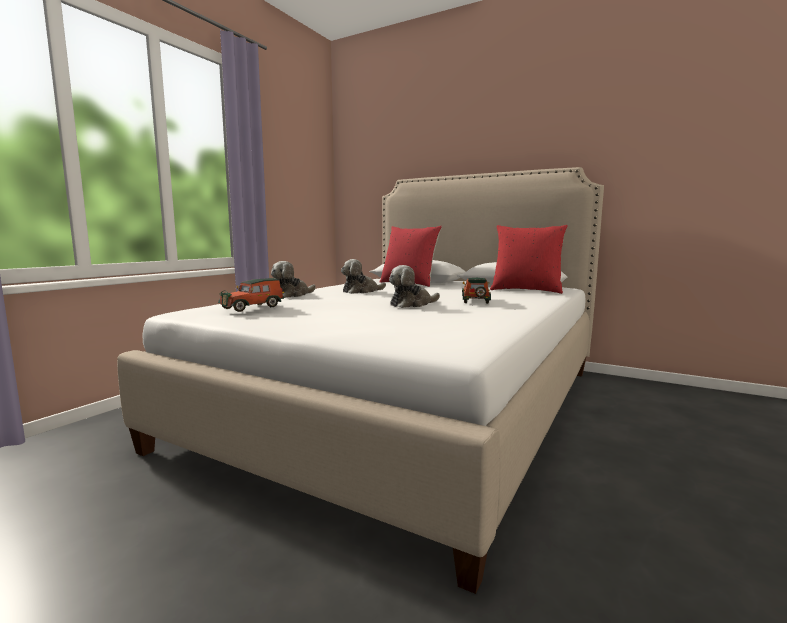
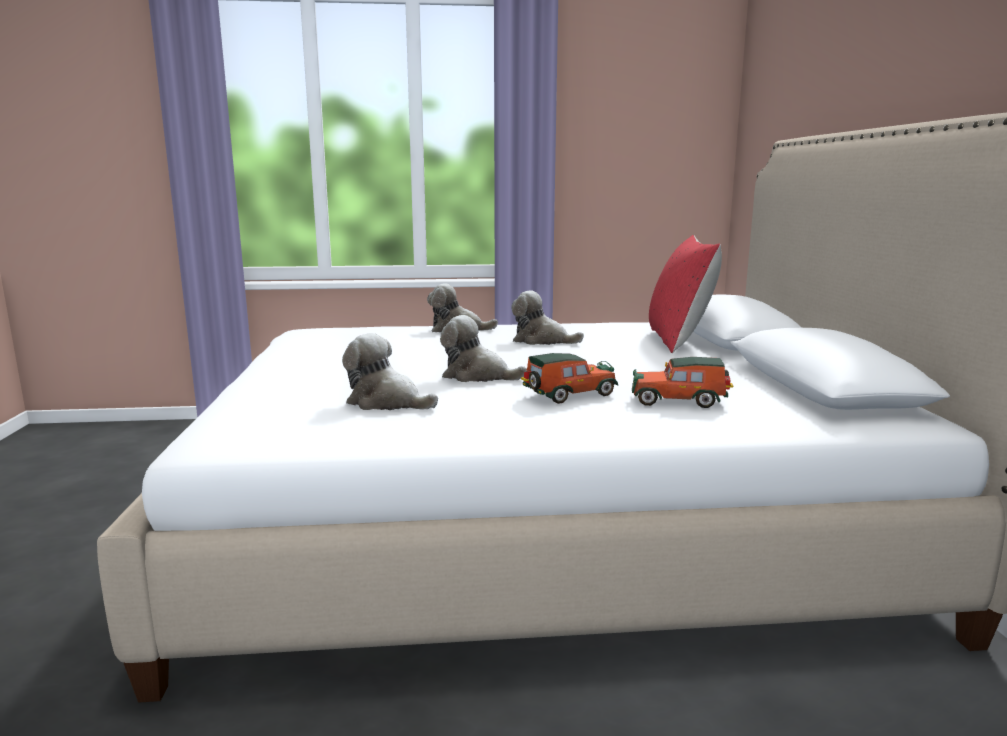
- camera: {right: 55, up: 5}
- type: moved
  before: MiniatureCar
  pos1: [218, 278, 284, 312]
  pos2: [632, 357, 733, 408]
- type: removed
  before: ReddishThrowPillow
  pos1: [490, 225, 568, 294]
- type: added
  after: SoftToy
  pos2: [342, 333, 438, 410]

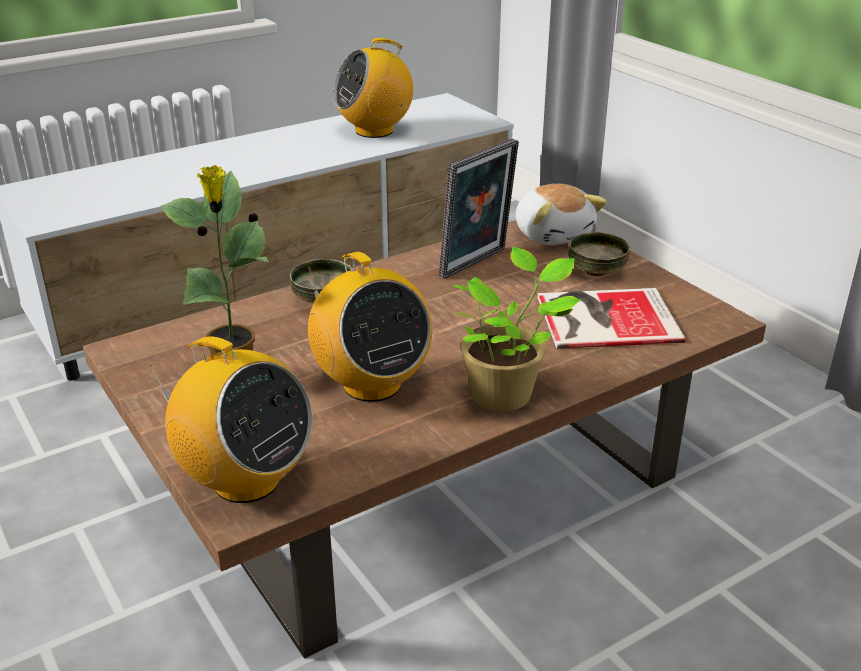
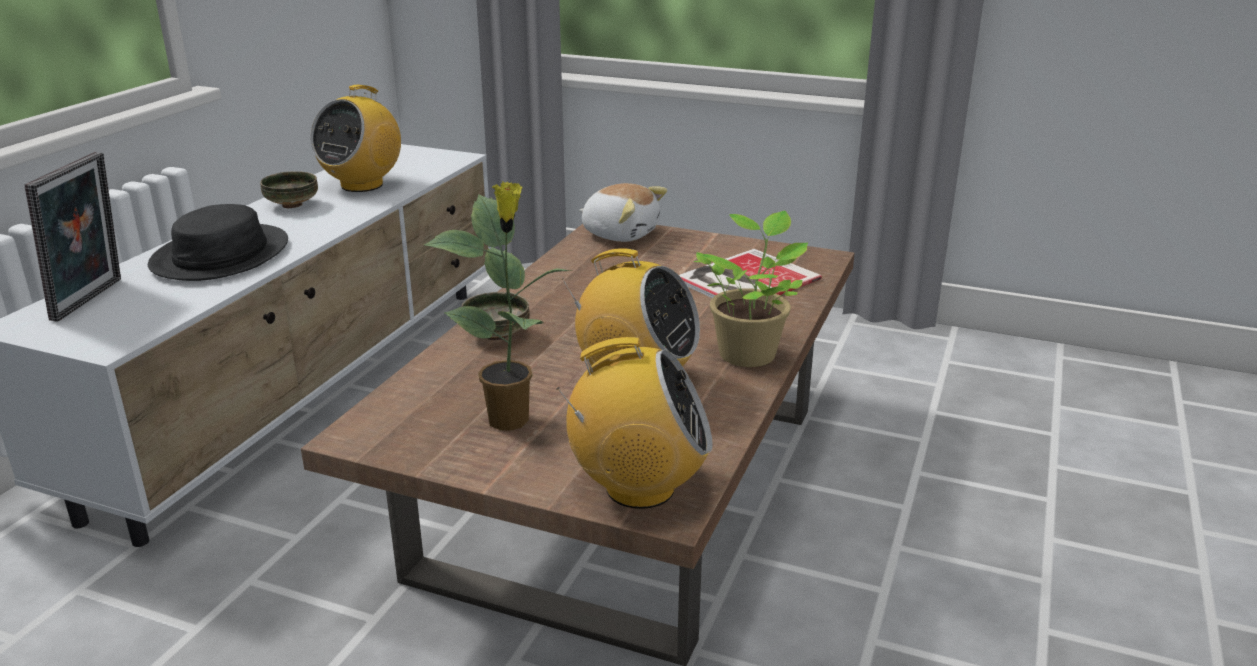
- camera: {right: -35, up: -5}
- type: moved
  before: StandingFrame
  pos1: [439, 138, 519, 279]
  pos2: [25, 152, 121, 322]
- type: moved
  before: Bowl
  pos1: [568, 232, 630, 276]
  pos2: [260, 171, 318, 208]
- type: added
  after: BlackClothingHat
  pos2: [148, 204, 288, 281]

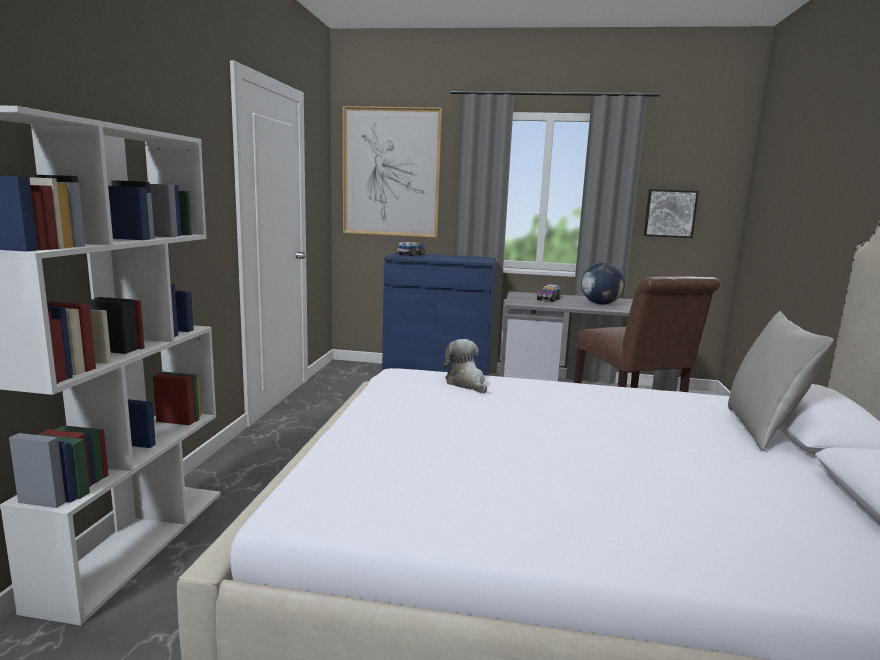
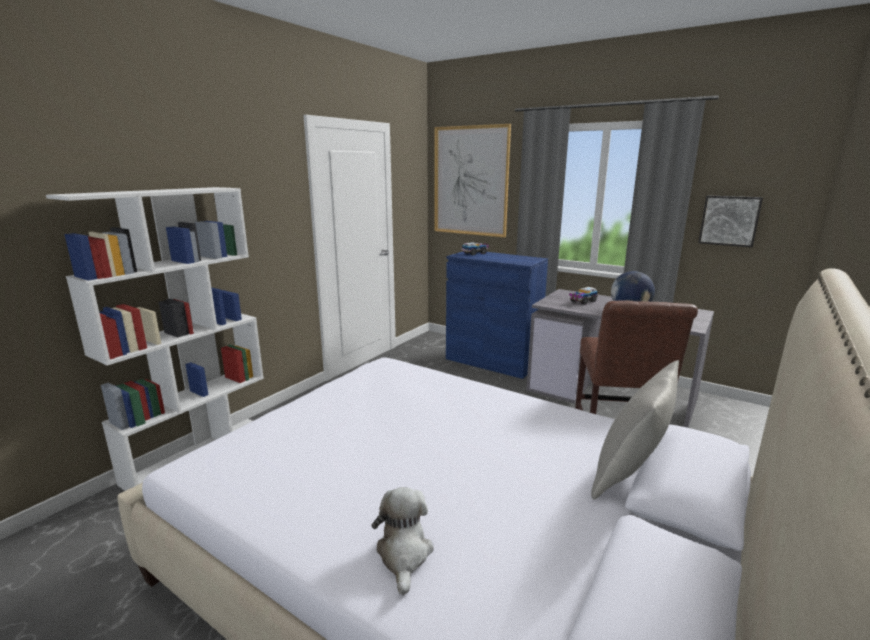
- camera: {right: 25, up: 5}
- type: moved
  before: SoftToy
  pos1: [443, 339, 487, 393]
  pos2: [371, 487, 434, 595]

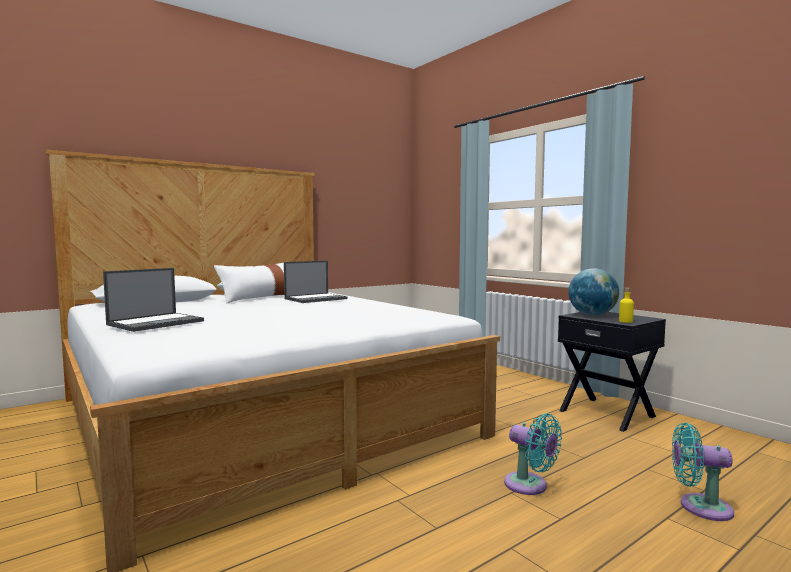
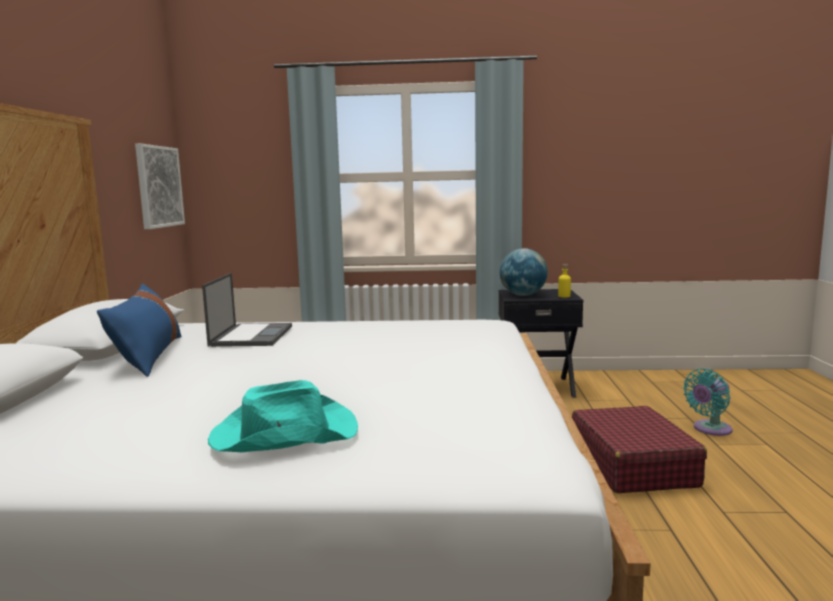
- camera: {right: -50, up: 5}
- type: replaced
  before: PortableComputer
  after: TurquoiseColouredClothingHat
  pos1: [103, 268, 204, 332]
  pos2: [208, 380, 358, 452]
- type: recoloured
  before: WhiteThrowPillow
  after: BluishThrowPillow
  pos1: [214, 263, 284, 303]
  pos2: [97, 284, 181, 377]
- type: replaced
  before: TurquoiseColouredElectricFan
  after: ReddishPieceOfLuggage
  pos1: [504, 413, 562, 495]
  pos2: [572, 406, 707, 493]
- type: added
  after: WallPicture
  pos2: [135, 144, 185, 229]

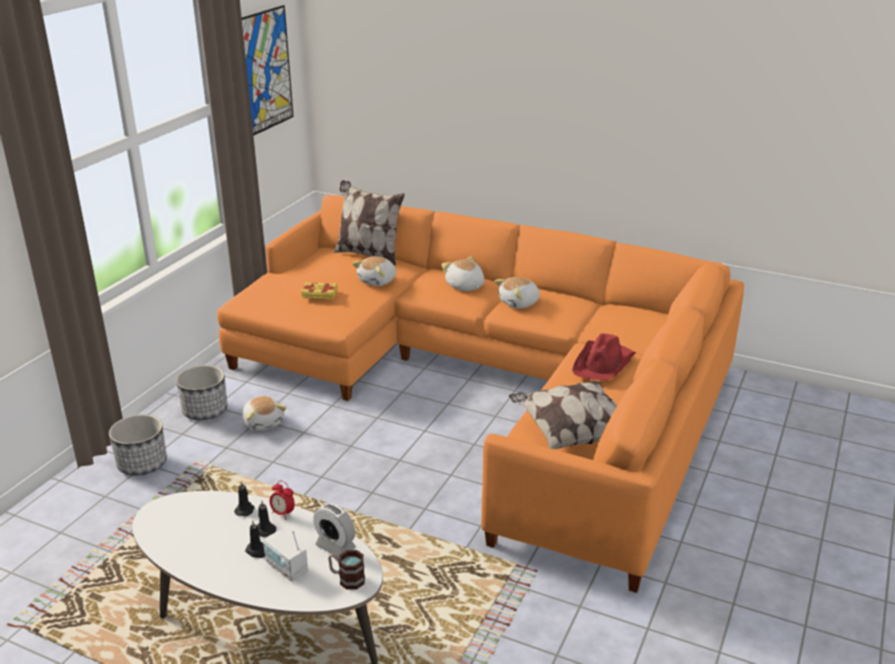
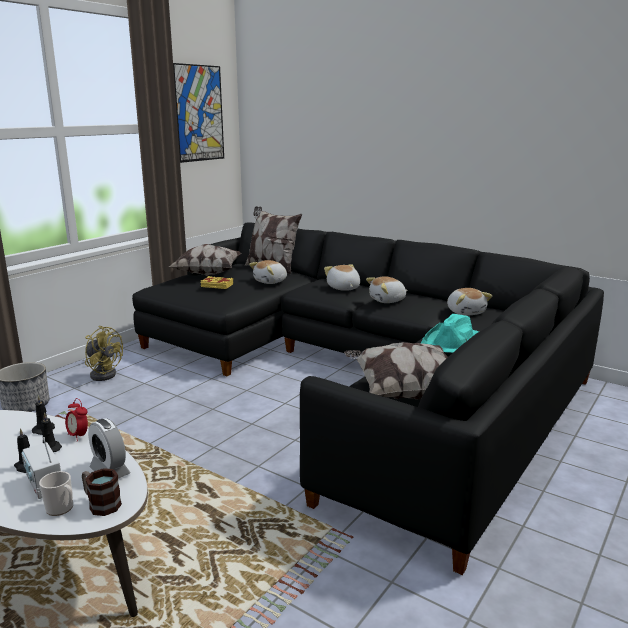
- camera: {right: 10, up: -10}
- type: replaced
  before: FlowerPot
  after: YellowColouredElectricFan
  pos1: [176, 365, 227, 420]
  pos2: [85, 326, 123, 381]
- type: recoloured
  before: OrangeSofa
  after: BlackSofa
  pos1: [217, 195, 744, 593]
  pos2: [132, 222, 604, 575]
- type: moved
  before: SoftToy
  pos1: [242, 396, 286, 431]
  pos2: [447, 288, 492, 316]
- type: recoloured
  before: ReddishClothingHat
  after: TurquoiseColouredClothingHat
  pos1: [572, 333, 636, 380]
  pos2: [421, 314, 479, 353]
- type: added
  after: TeaMug
  pos2: [39, 471, 73, 516]
- type: added
  after: ThrowPillow
  pos2: [169, 244, 242, 276]

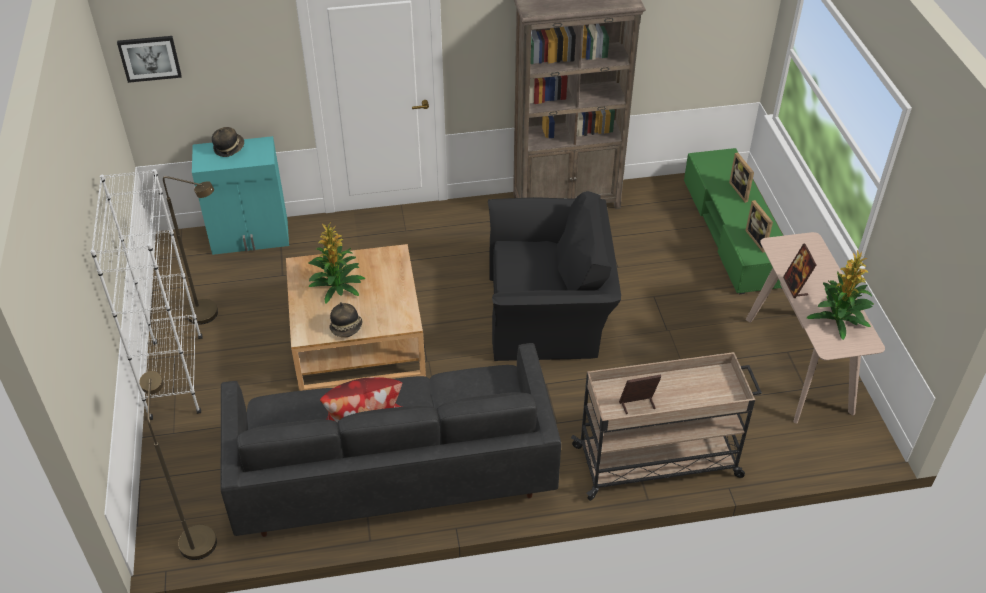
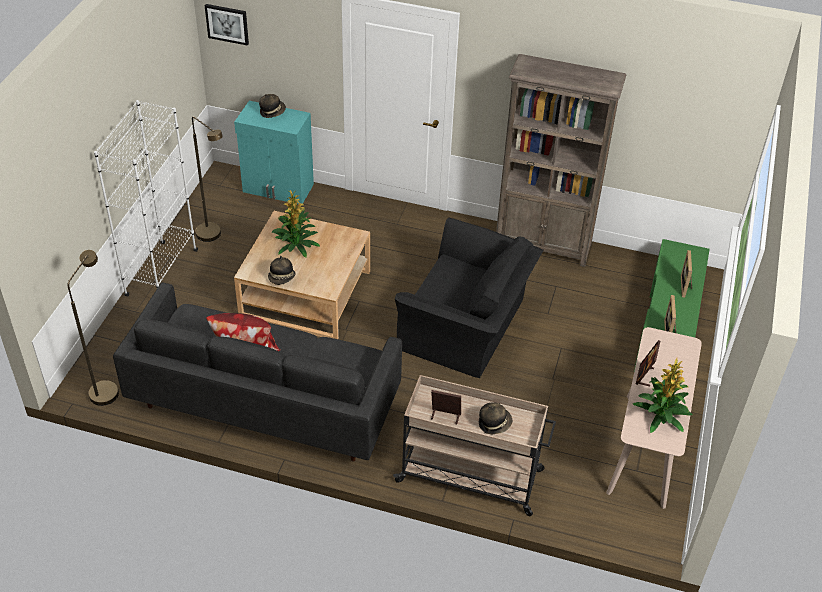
- camera: {right: 25, up: 0}
- type: added
  after: ClothingHat
  pos2: [479, 402, 512, 434]

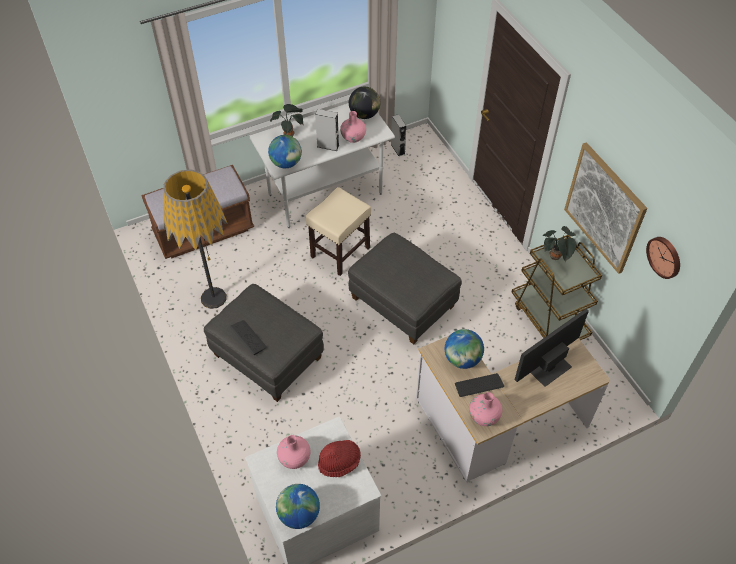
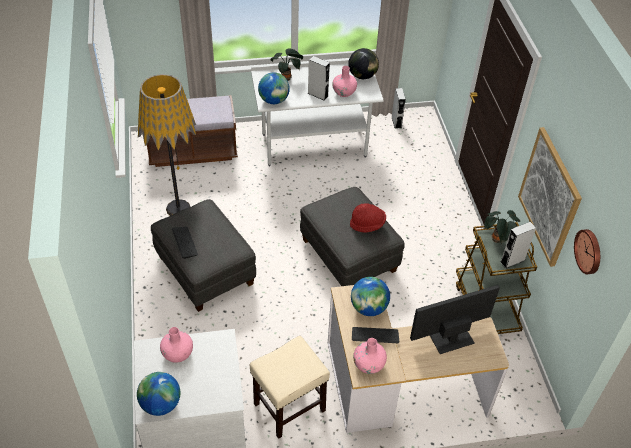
- camera: {right: 15, up: -5}
- type: moved
  before: SandColouredStoolSeat
  pos1: [305, 187, 371, 276]
  pos2: [250, 336, 330, 439]
- type: moved
  before: ReddishClothingHat
  pos1: [318, 440, 361, 477]
  pos2: [350, 203, 386, 233]
- type: added
  after: GraySpeaker
  pos2: [500, 222, 536, 269]

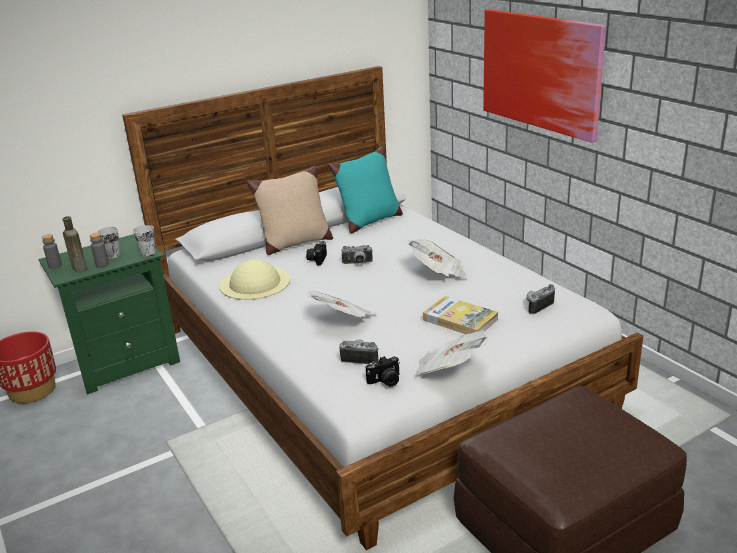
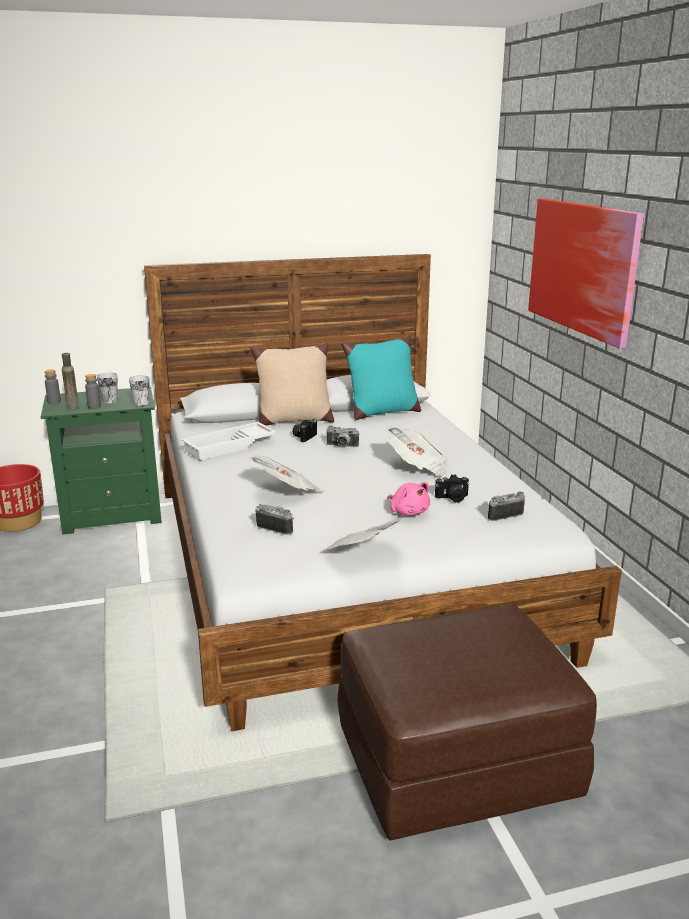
- camera: {right: 15, up: -5}
- type: replaced
  before: SandColouredClothingHat
  after: WhiteTray
  pos1: [219, 259, 290, 300]
  pos2: [181, 422, 276, 461]
- type: moved
  before: PhotoCamera
  pos1: [366, 356, 400, 387]
  pos2: [435, 474, 469, 503]
- type: replaced
  before: Book
  after: PinkColouredSoftToy
  pos1: [423, 296, 498, 334]
  pos2: [387, 482, 430, 516]

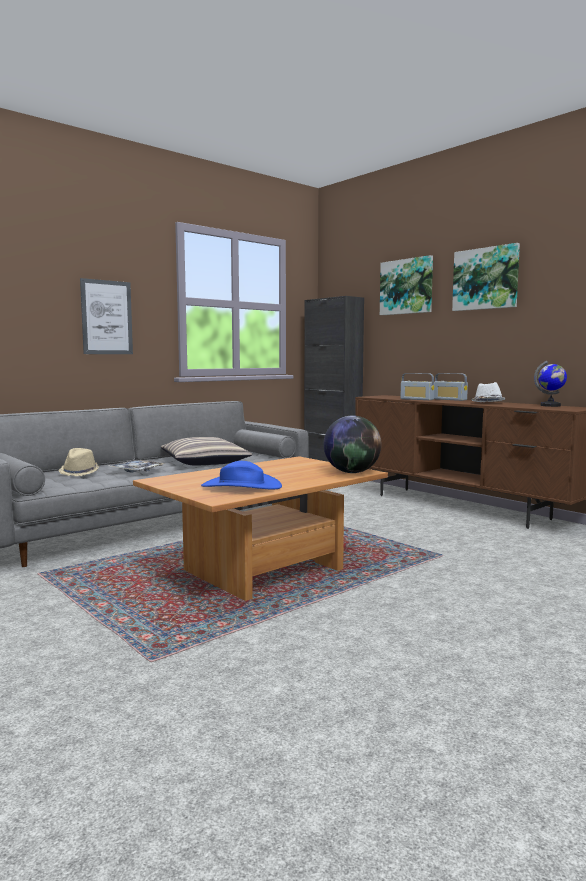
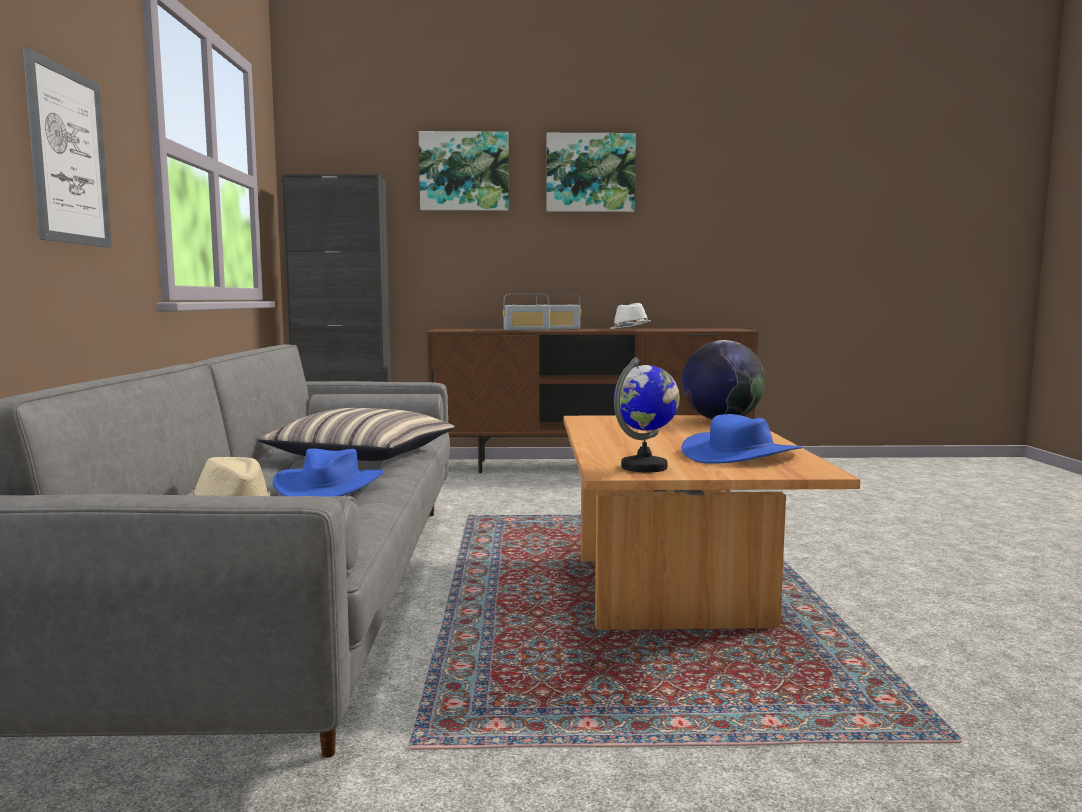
- camera: {right: -50, up: 0}
- type: replaced
  before: Tray
  after: BluishClothingHat
  pos1: [109, 460, 166, 472]
  pos2: [273, 448, 384, 496]
- type: moved
  before: WorldGlobe
  pos1: [534, 361, 567, 407]
  pos2: [614, 357, 680, 472]

